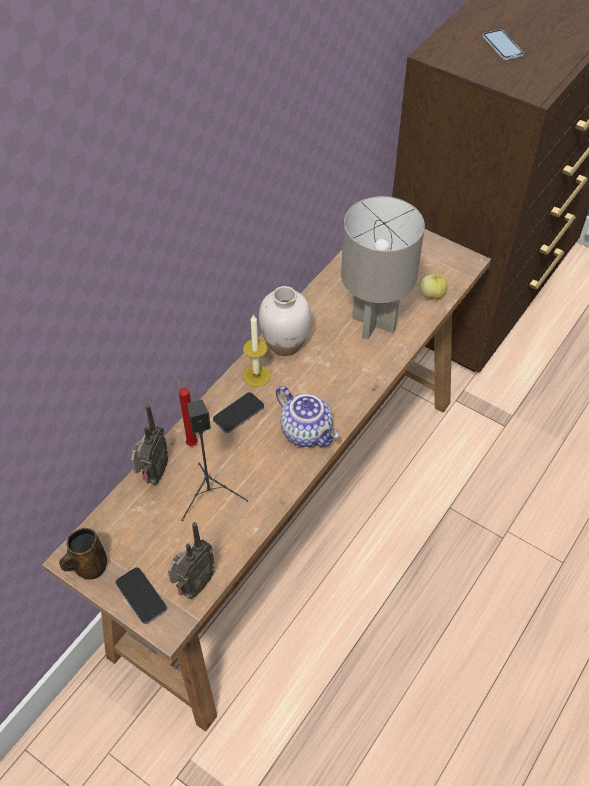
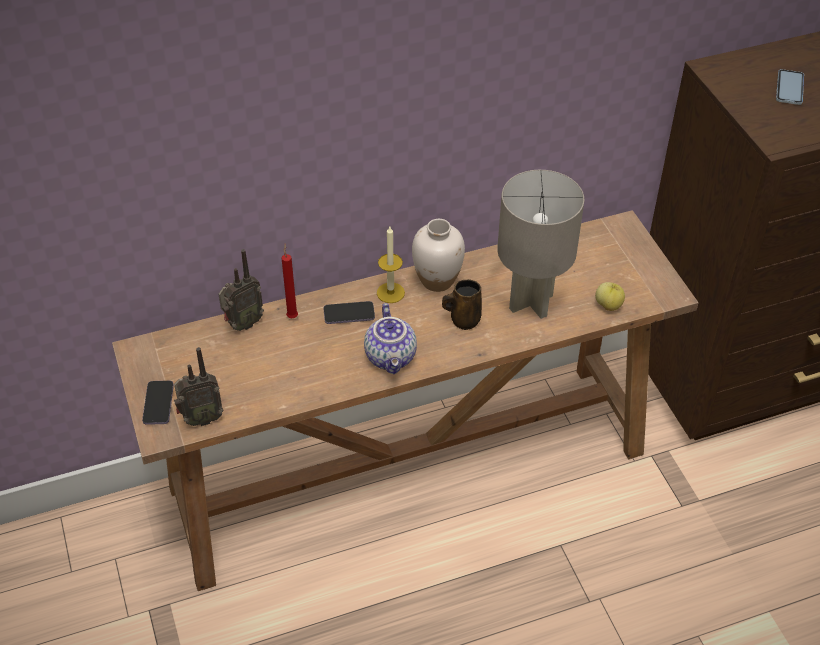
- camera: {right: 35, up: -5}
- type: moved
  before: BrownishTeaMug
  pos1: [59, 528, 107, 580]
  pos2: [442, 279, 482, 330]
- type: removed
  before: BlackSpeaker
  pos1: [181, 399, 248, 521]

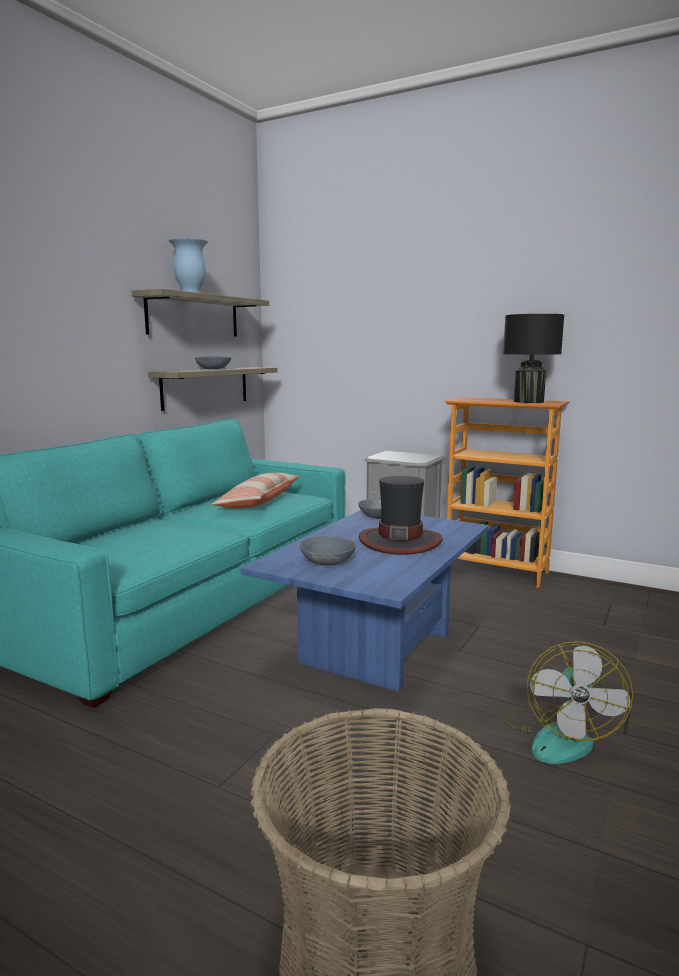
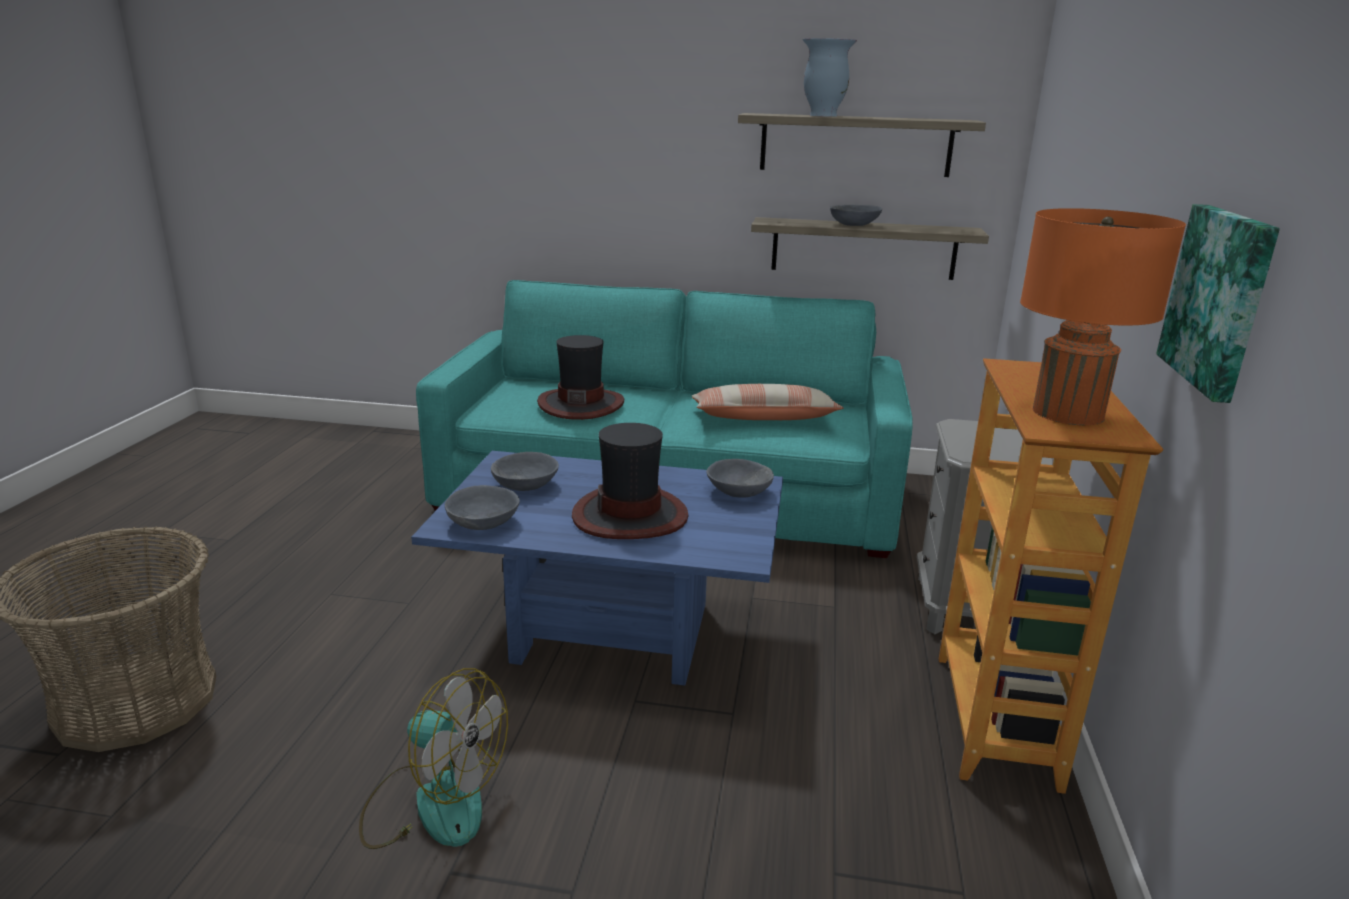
- camera: {right: 70, up: 10}
- type: recoloured
  before: BlackTableLamp
  after: OrangeTableLamp
  pos1: [503, 314, 564, 403]
  pos2: [1020, 208, 1186, 425]
- type: turned
  before: ElectricFan
  pos1: [504, 641, 633, 764]
  pos2: [359, 668, 508, 849]
  turn: -150
- type: added
  after: GrayBowl
  pos2: [445, 485, 520, 530]
- type: added
  after: ClothingHat
  pos2: [537, 335, 624, 420]
- type: added
  after: WallPicture
  pos2: [1156, 204, 1280, 403]

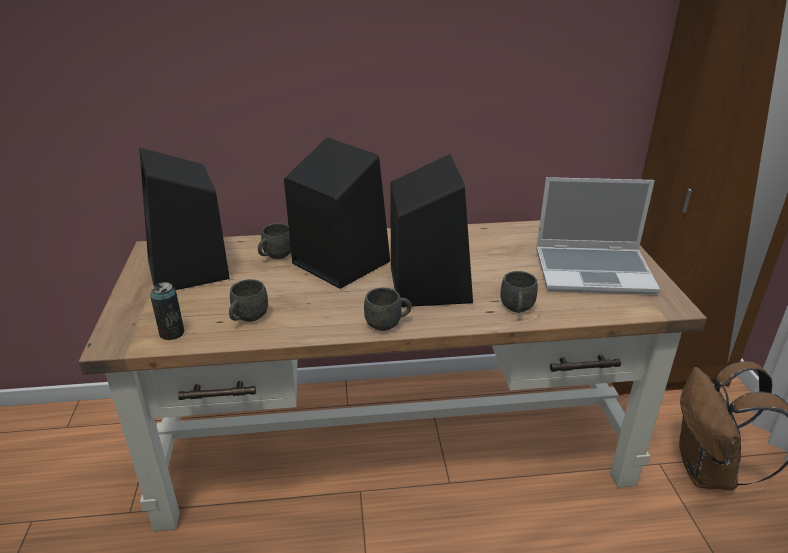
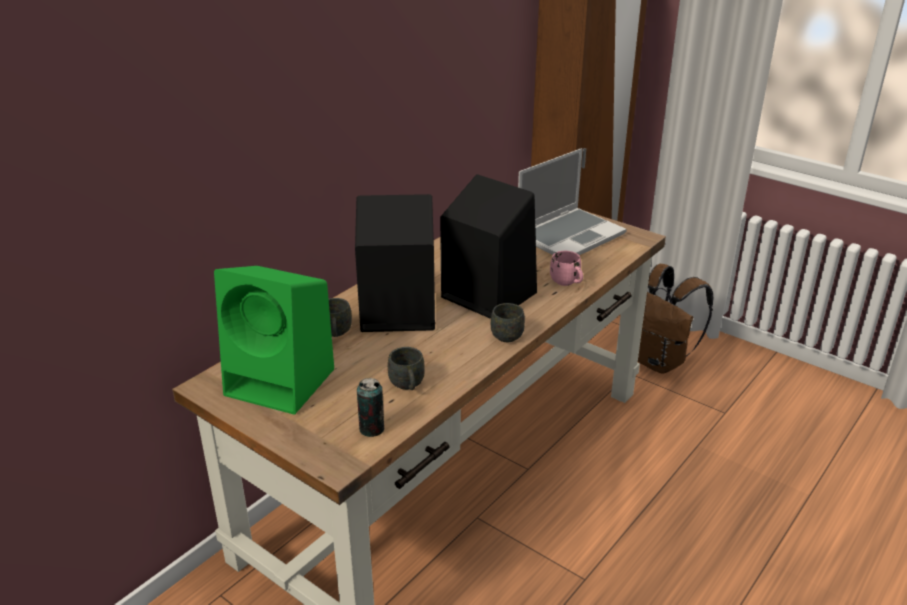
- camera: {right: -45, up: 0}
- type: recoloured
  before: BlackSpeaker
  after: GreenSpeaker
  pos1: [139, 147, 230, 290]
  pos2: [214, 266, 334, 415]
- type: recoloured
  before: GrayTeaMug
  after: PinkColouredTeaMug
  pos1: [500, 271, 538, 313]
  pos2: [550, 251, 583, 286]

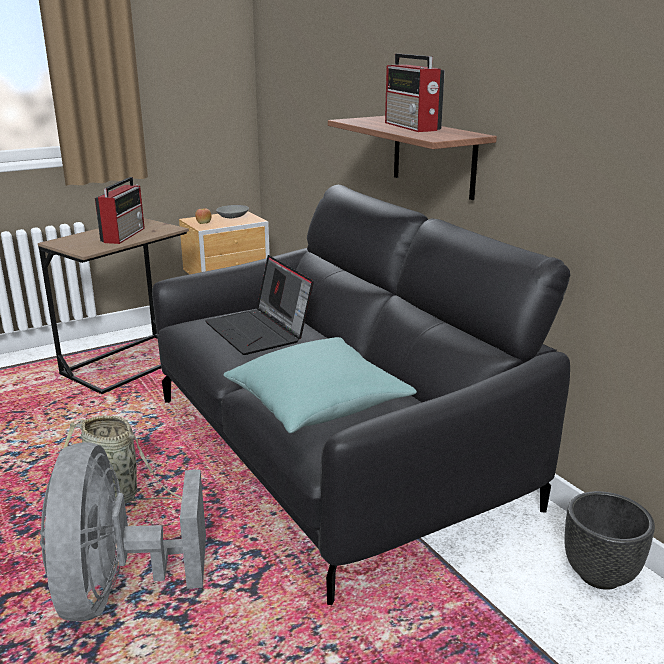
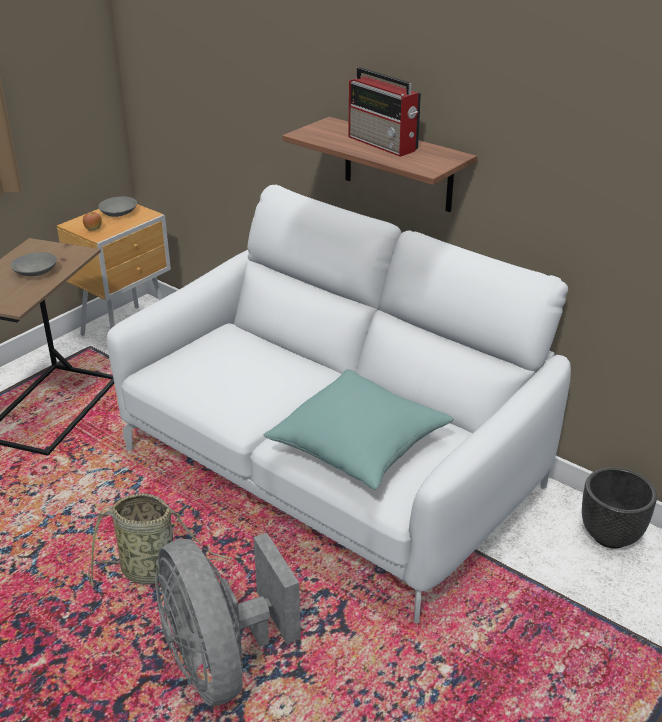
- camera: {right: -20, up: 10}
- type: replaced
  before: RadioSet
  after: GrayBowl
  pos1: [95, 177, 145, 244]
  pos2: [11, 252, 57, 276]
- type: recoloured
  before: BlackSofa
  after: WhiteSofa
  pos1: [152, 185, 570, 605]
  pos2: [107, 185, 571, 623]
- type: removed
  before: PortableComputer
  pos1: [205, 255, 314, 355]

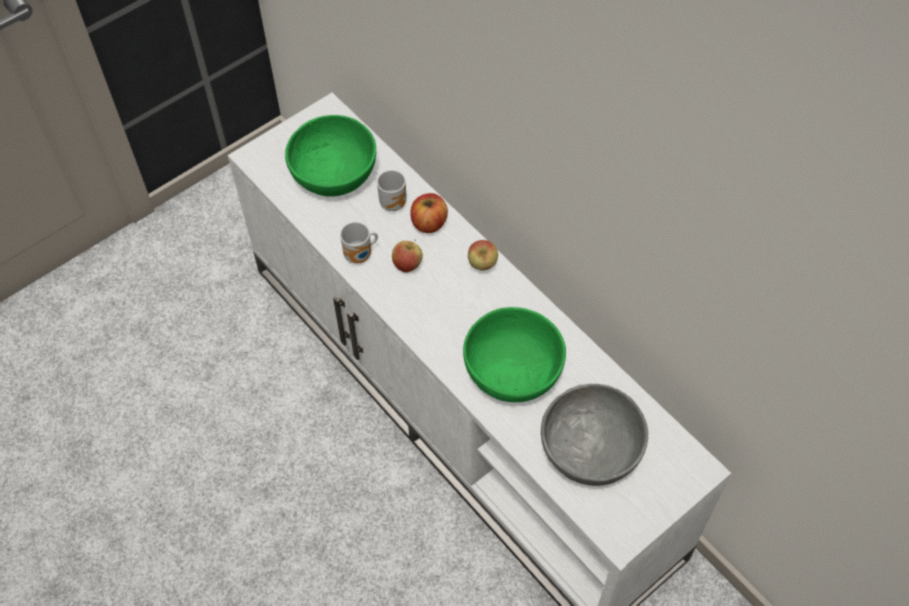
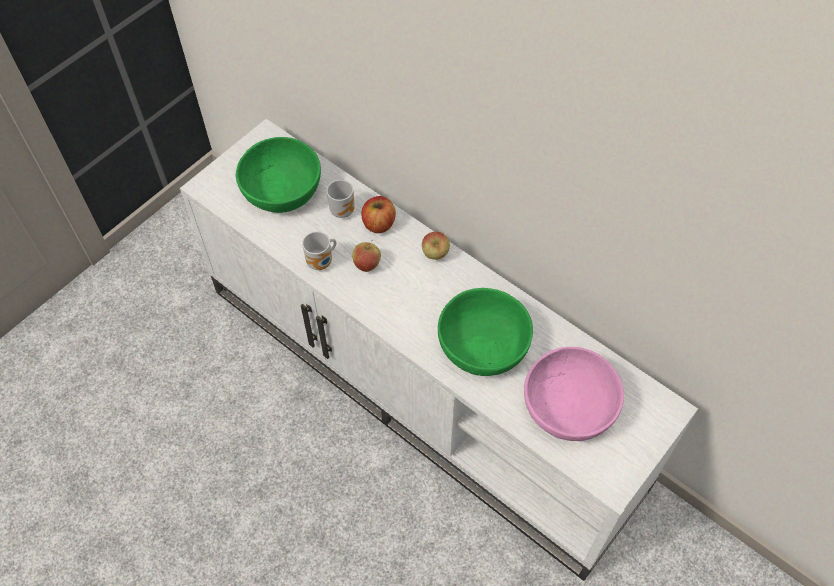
- camera: {right: -10, up: 0}
- type: recoloured
  before: GrayBowl
  after: PinkColouredBowl
  pos1: [541, 384, 648, 486]
  pos2: [524, 347, 624, 441]

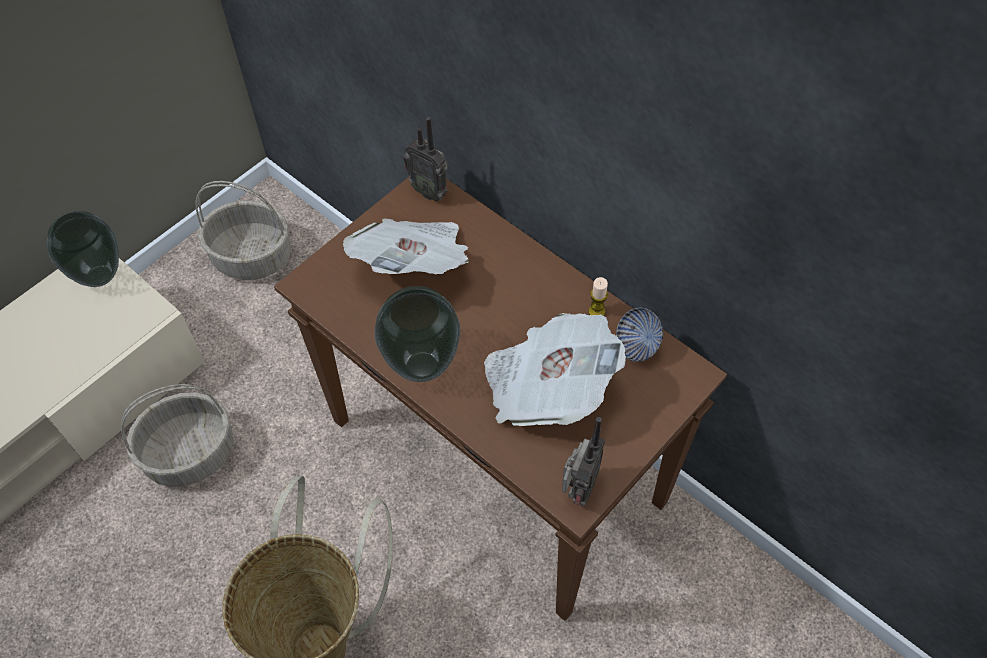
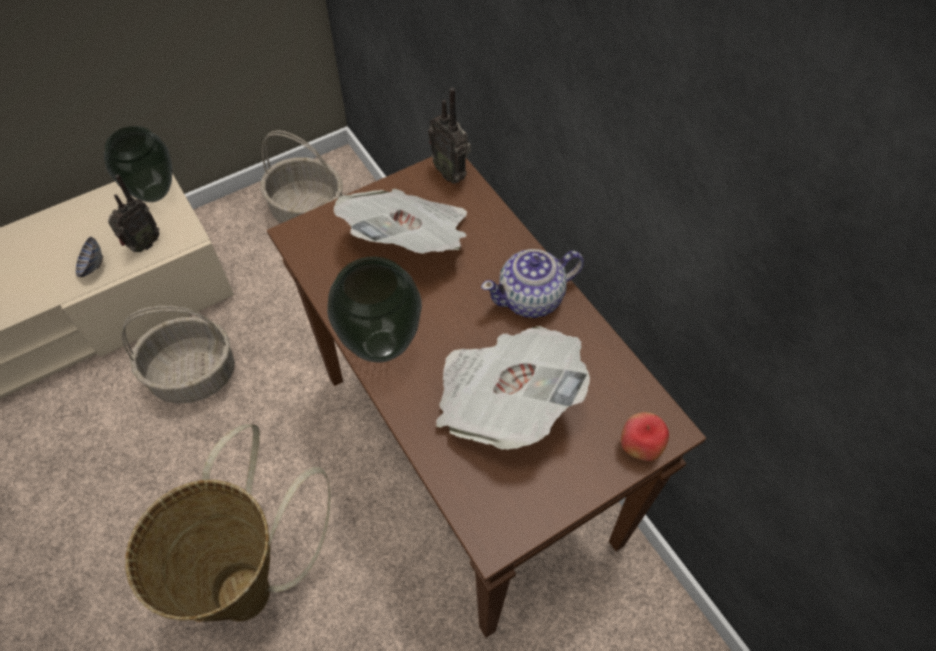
- camera: {right: 15, up: 0}
- type: moved
  before: RadioSet
  pos1: [562, 417, 605, 507]
  pos2: [108, 174, 160, 252]
- type: removed
  before: WaxLight
  pos1: [588, 277, 608, 316]
- type: moved
  before: Bowl
  pos1: [616, 308, 663, 362]
  pos2: [76, 237, 103, 277]
- type: added
  after: PotForTea
  pos2: [481, 249, 584, 318]
- type: added
  after: AppleFruit
  pos2: [621, 412, 669, 461]

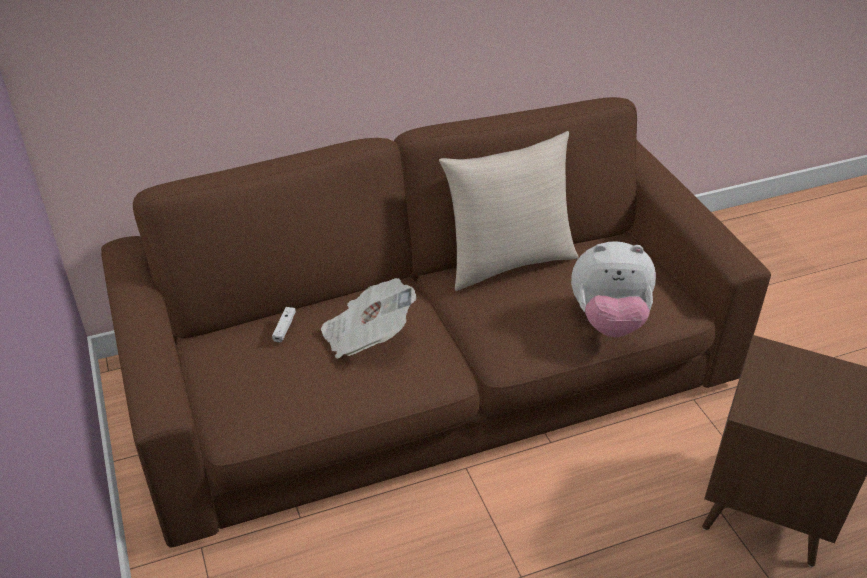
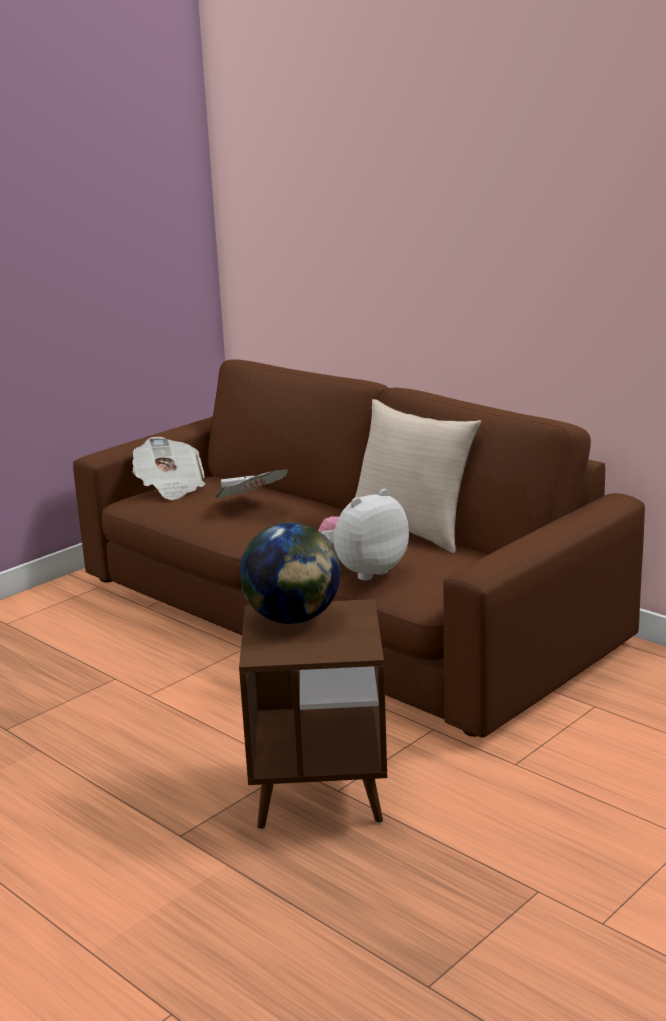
- camera: {right: 65, up: -20}
- type: turned
  before: SoftToy
  pos1: [571, 241, 656, 337]
  pos2: [318, 489, 409, 580]
  turn: 75
- type: added
  after: PrintedPaper
  pos2: [133, 437, 205, 500]
- type: added
  after: WorldGlobe
  pos2: [240, 522, 341, 624]

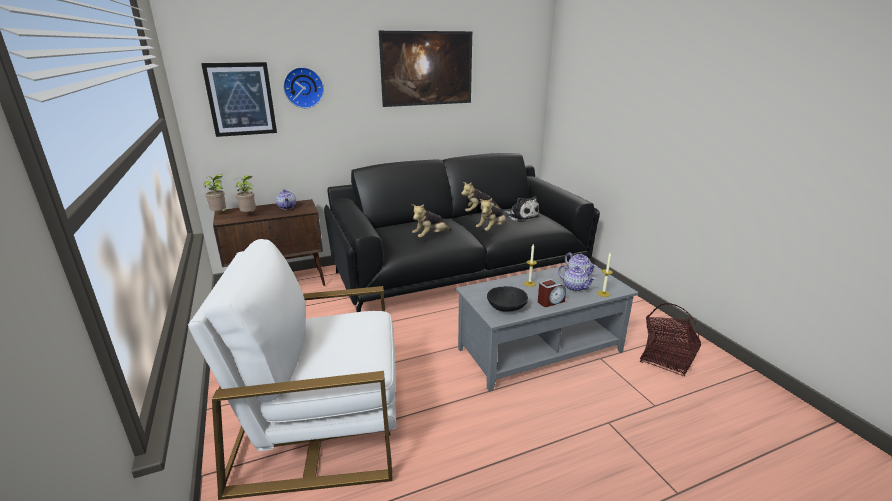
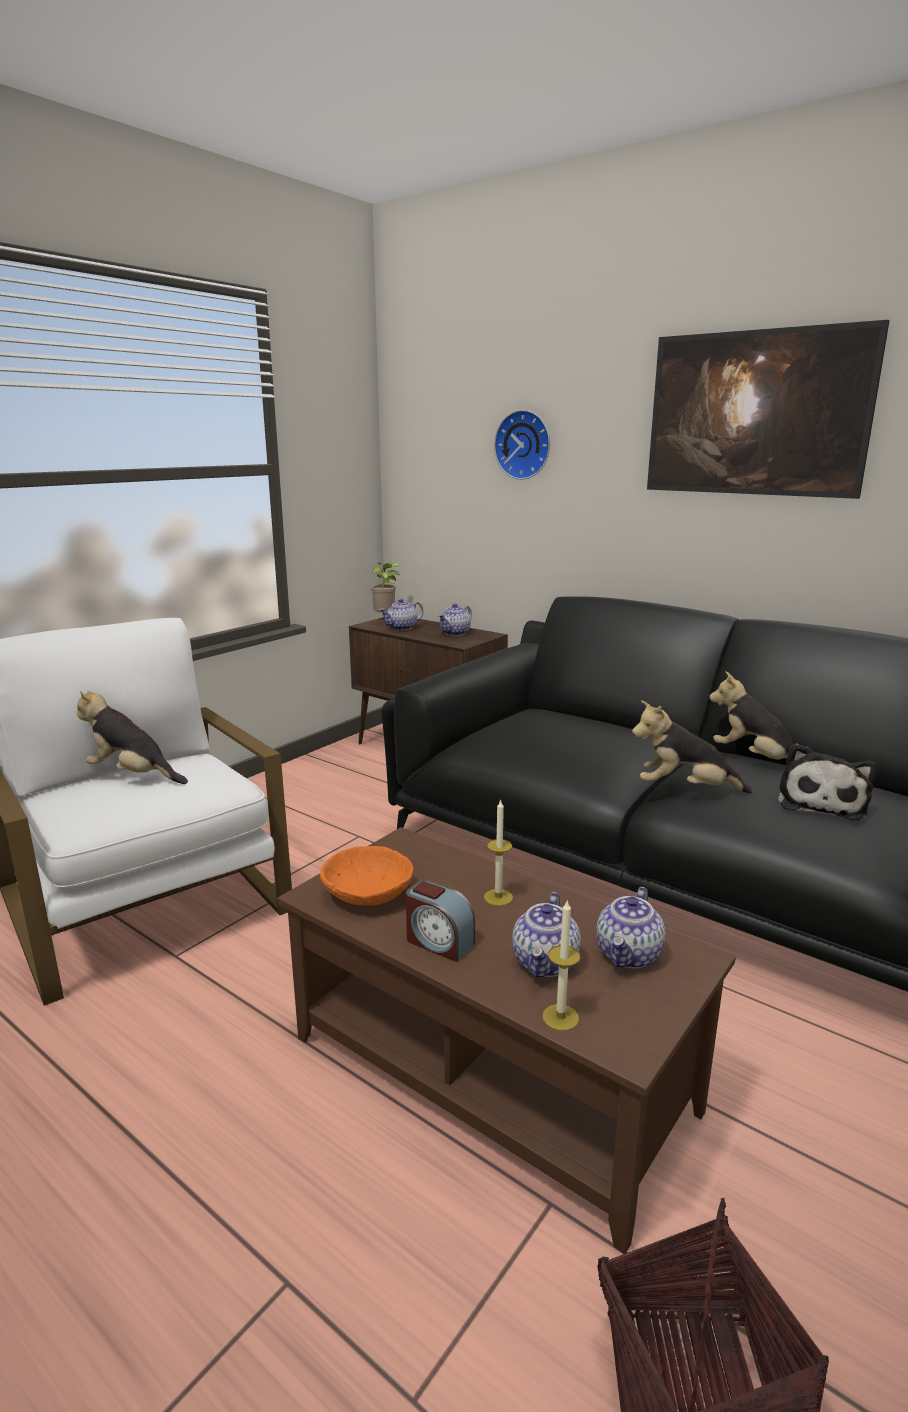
- camera: {right: 60, up: -5}
- type: removed
  before: WallPicture
  pos1: [201, 62, 277, 137]
- type: replaced
  before: PlantInAPot
  after: PotForTea
  pos1: [234, 175, 256, 212]
  pos2: [379, 599, 423, 630]
- type: moved
  before: SoftToy
  pos1: [412, 204, 451, 238]
  pos2: [77, 691, 188, 784]
- type: recoloured
  before: GrayCoffeeTable
  after: BrownishCoffeeTable
  pos1: [456, 264, 639, 392]
  pos2: [277, 827, 736, 1254]
- type: recoloured
  before: BlackBowl
  after: OrangeBowl
  pos1: [487, 286, 528, 312]
  pos2: [320, 846, 413, 906]

